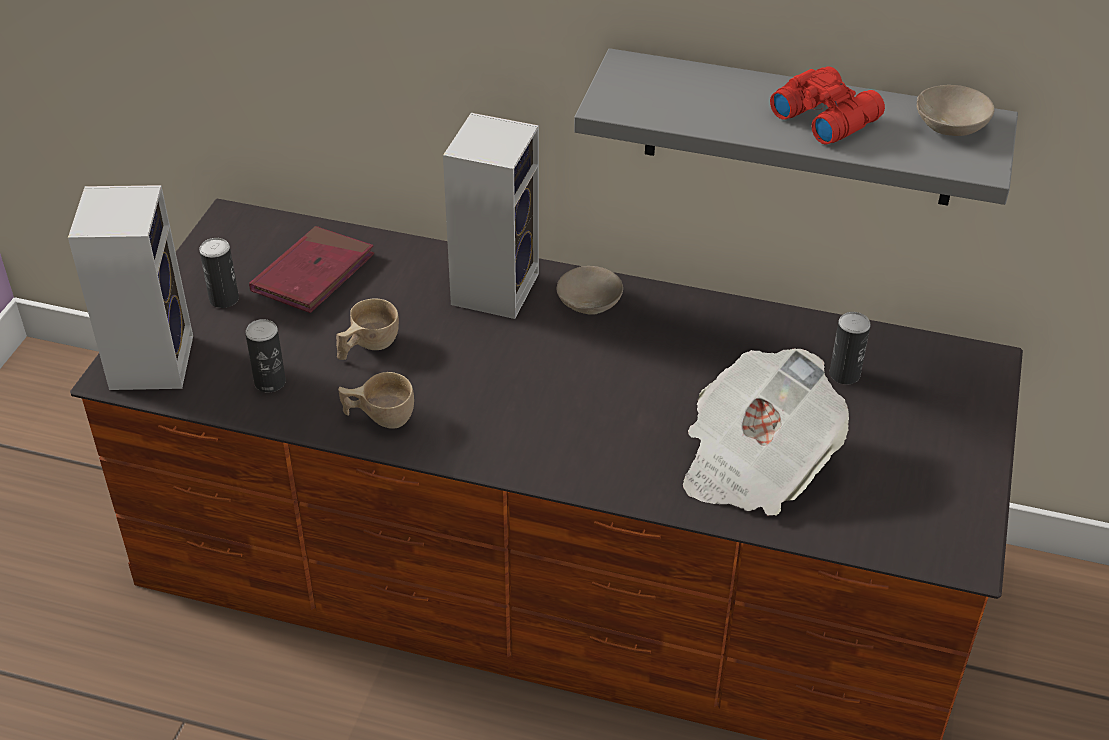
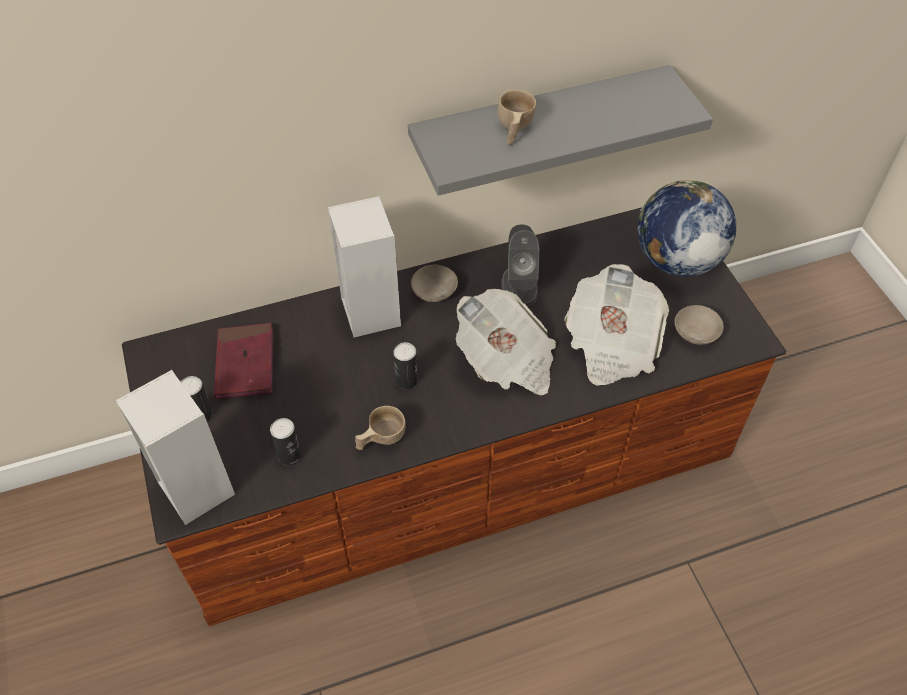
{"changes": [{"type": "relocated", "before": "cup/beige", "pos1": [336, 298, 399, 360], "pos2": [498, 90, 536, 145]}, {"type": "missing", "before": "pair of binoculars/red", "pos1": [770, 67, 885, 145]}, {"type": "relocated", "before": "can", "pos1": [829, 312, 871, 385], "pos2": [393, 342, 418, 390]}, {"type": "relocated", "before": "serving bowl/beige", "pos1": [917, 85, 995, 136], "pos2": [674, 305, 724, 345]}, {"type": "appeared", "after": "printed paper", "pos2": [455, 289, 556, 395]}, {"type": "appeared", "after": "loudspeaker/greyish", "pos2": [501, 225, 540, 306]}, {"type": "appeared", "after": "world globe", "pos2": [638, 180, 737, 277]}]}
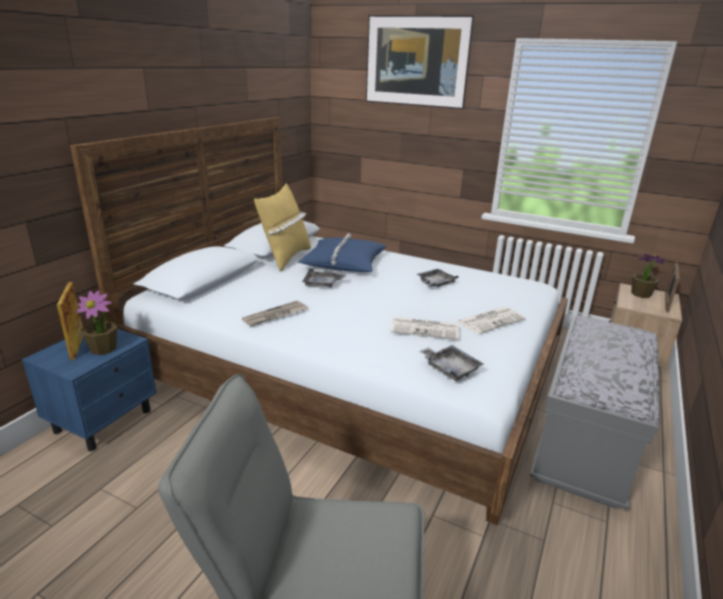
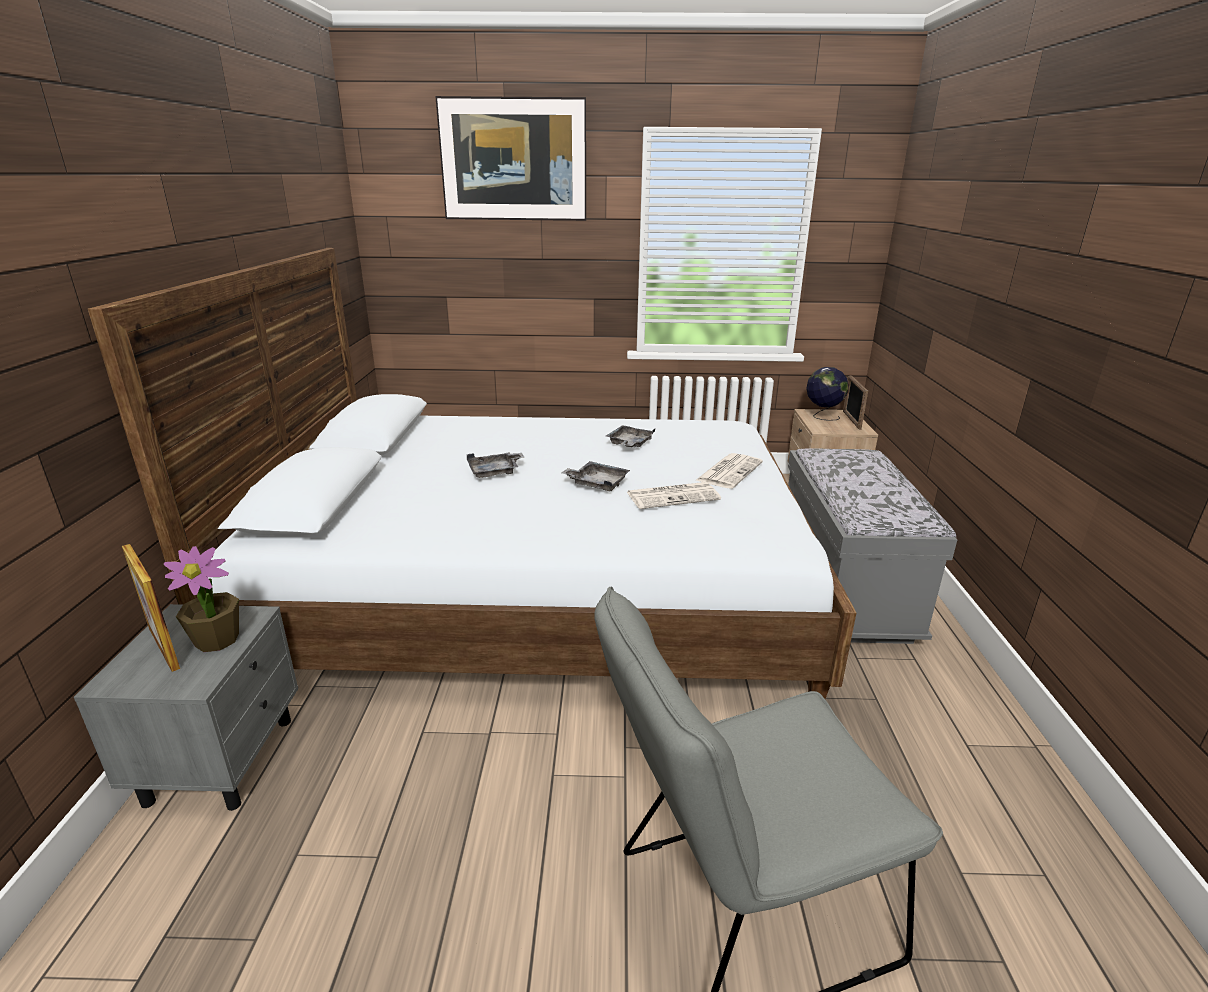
{"changes": [{"type": "colour", "before": "bedside table/blue-coloured", "after": "bedside table/greyish", "pos1": [22, 328, 157, 451], "pos2": [74, 604, 298, 811]}, {"type": "missing", "before": "printed paper", "pos1": [242, 301, 308, 327]}, {"type": "missing", "before": "throw pillow/yellow-coloured", "pos1": [254, 184, 311, 272]}, {"type": "missing", "before": "throw pillow/blue-coloured", "pos1": [298, 233, 386, 272]}, {"type": "relocated", "before": "carrying tray/greyish", "pos1": [419, 345, 483, 381], "pos2": [562, 461, 630, 491]}, {"type": "exchanged", "before": "houseplant", "after": "world globe", "pos1": [631, 254, 666, 298], "pos2": [806, 367, 848, 421]}]}
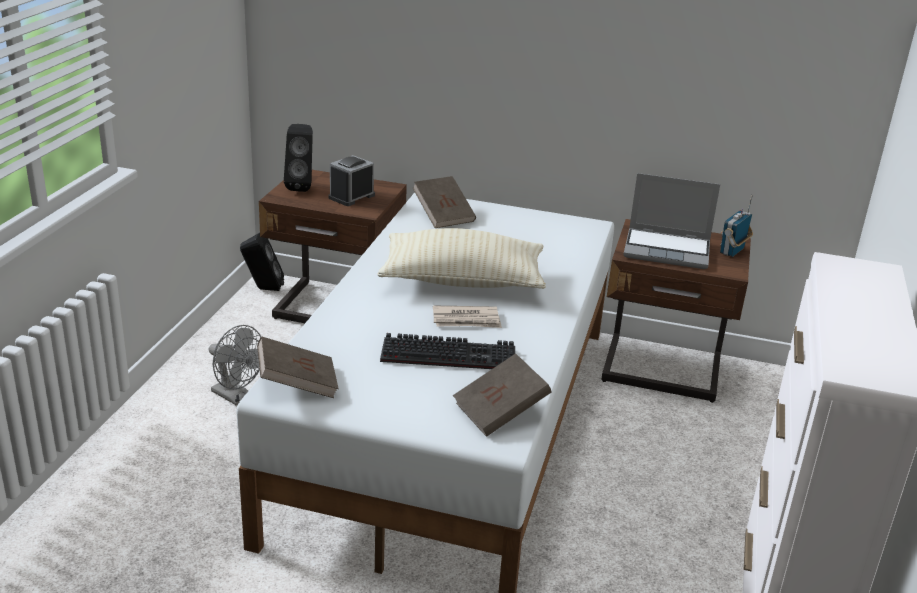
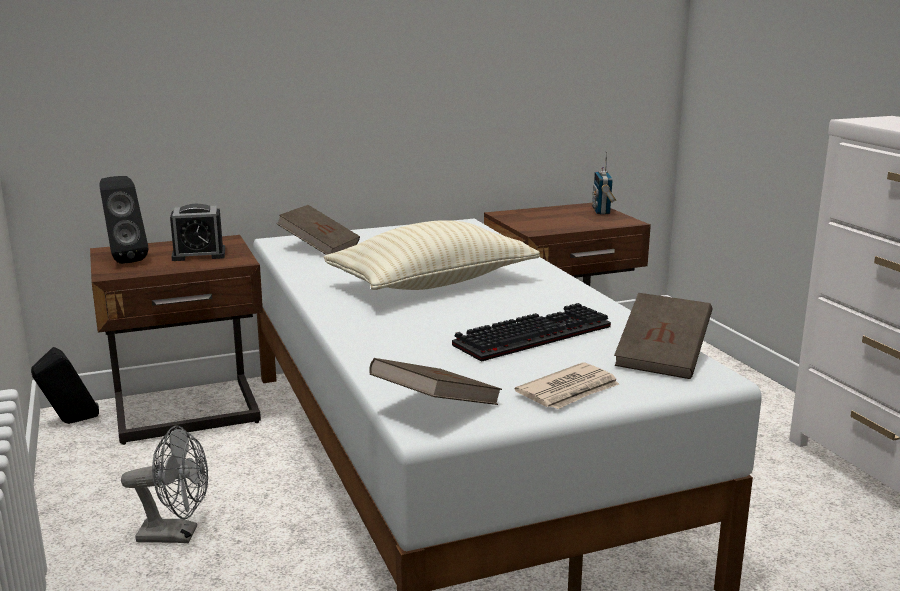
{"changes": [{"type": "spun", "before": "alarm clock", "pos1": [328, 155, 375, 206], "pos2": [170, 204, 225, 261], "turn": -105}, {"type": "relocated", "before": "printed paper", "pos1": [433, 306, 502, 328], "pos2": [515, 363, 619, 409]}, {"type": "missing", "before": "notebook computer", "pos1": [623, 173, 720, 269]}]}
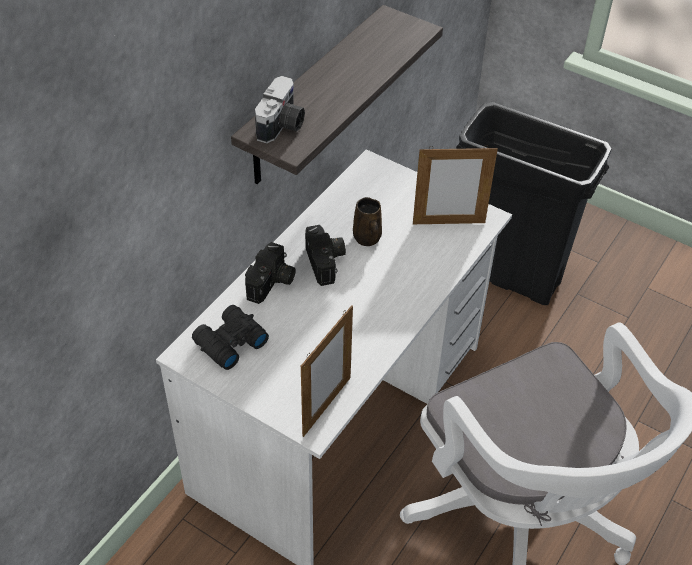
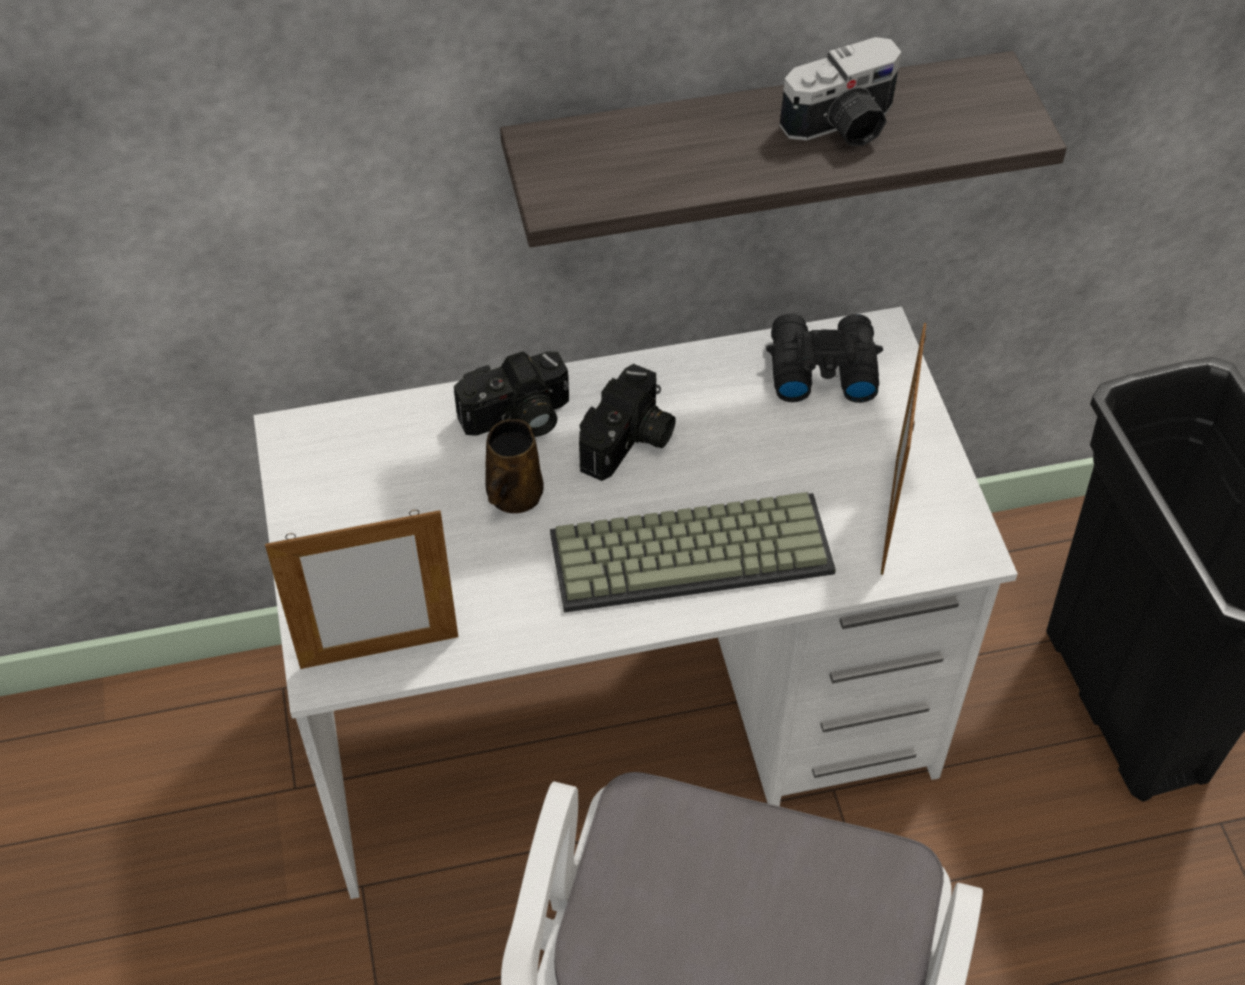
{"changes": [{"type": "relocated", "before": "pair of binoculars/blackish", "pos1": [192, 305, 269, 370], "pos2": [766, 314, 883, 403]}, {"type": "relocated", "before": "photo camera", "pos1": [255, 76, 305, 144], "pos2": [780, 37, 902, 146]}, {"type": "relocated", "before": "coffee mug/brownish", "pos1": [353, 197, 382, 246], "pos2": [485, 419, 544, 513]}, {"type": "spun", "before": "picture frame", "pos1": [413, 145, 498, 224], "pos2": [880, 323, 927, 575], "turn": 60}, {"type": "appeared", "after": "keyboard", "pos2": [550, 492, 836, 613]}]}
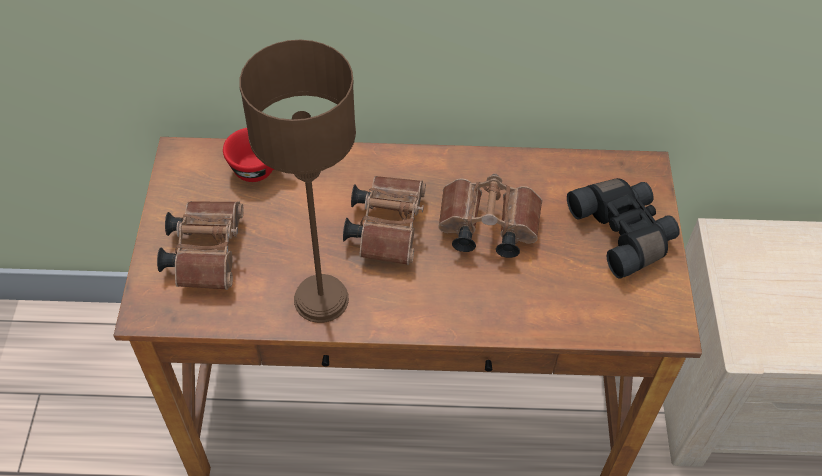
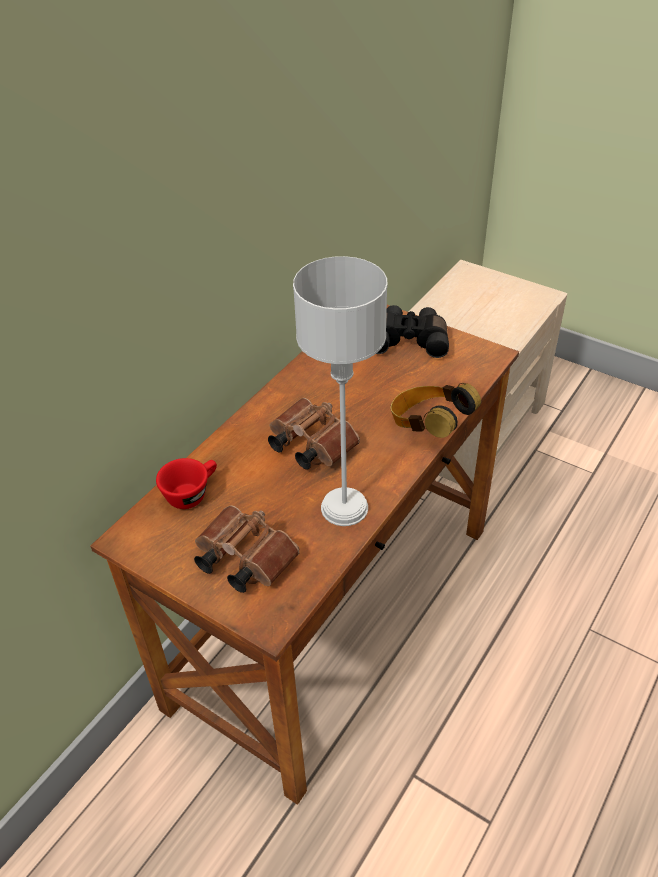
{"changes": [{"type": "colour", "before": "table lamp/brownish", "after": "table lamp/greyish", "pos1": [239, 40, 356, 323], "pos2": [293, 256, 388, 526]}, {"type": "missing", "before": "pair of binoculars/brownish", "pos1": [438, 174, 542, 258]}, {"type": "appeared", "after": "pair of headphones", "pos2": [390, 383, 481, 438]}]}
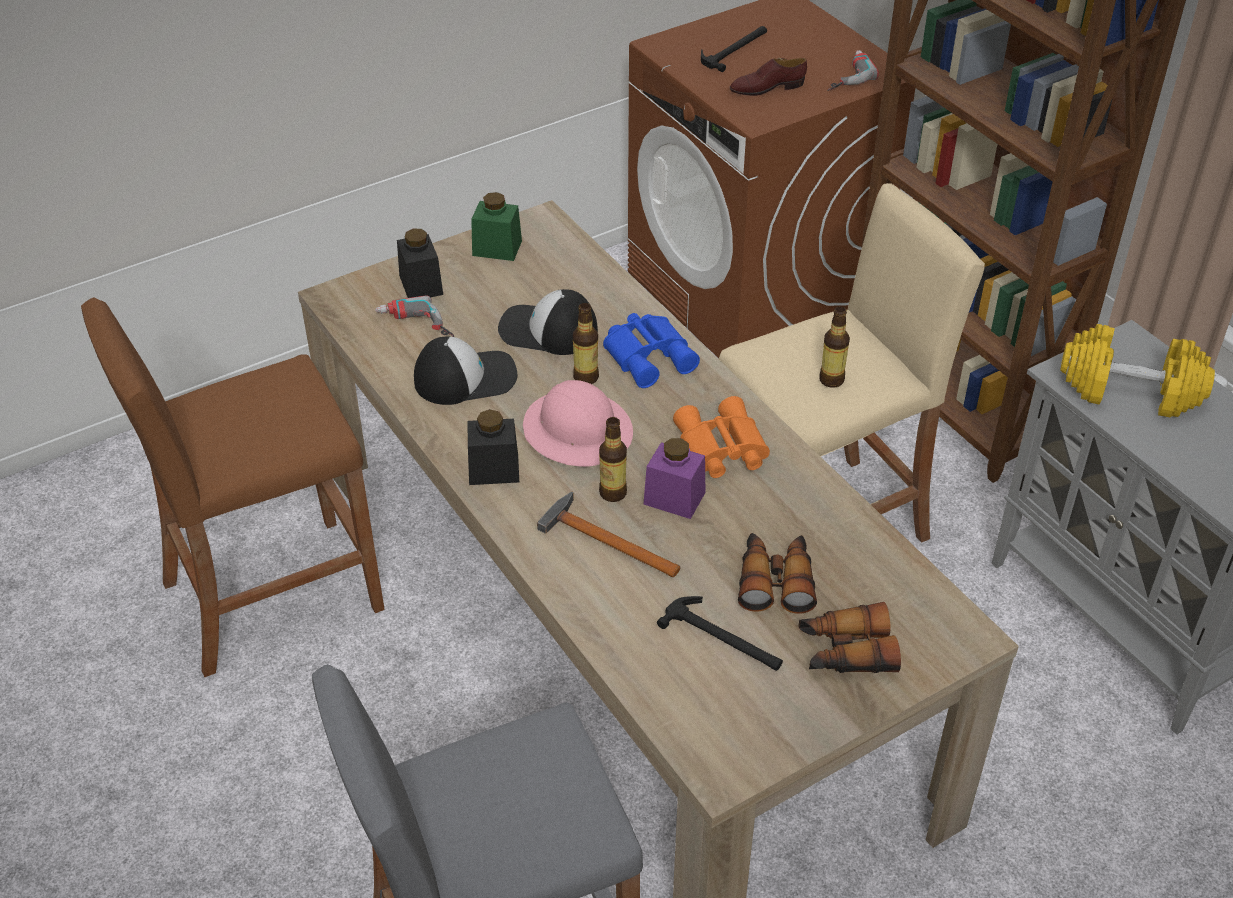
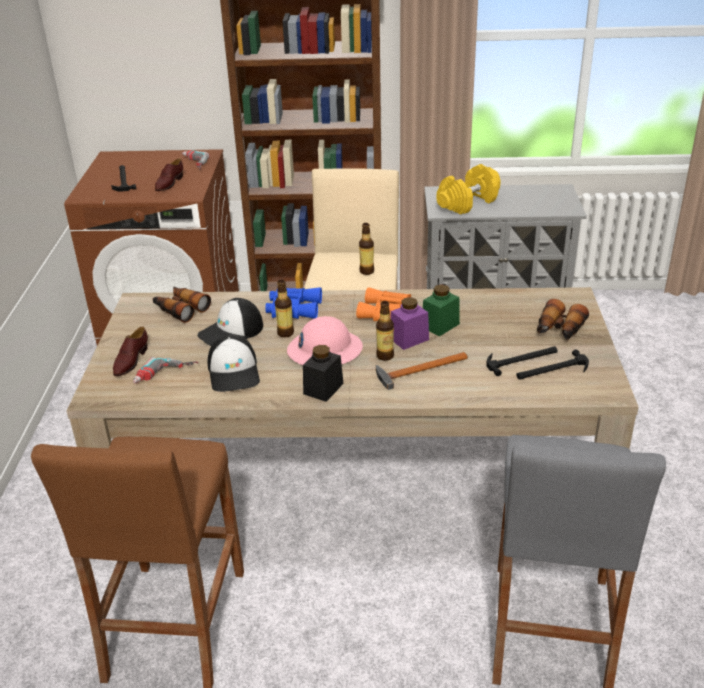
{"changes": [{"type": "exchanged", "before": "preserve jar/blackish", "after": "item of footwear/brownish", "pos1": [397, 228, 443, 298], "pos2": [113, 326, 148, 376]}, {"type": "spun", "before": "peaked cap", "pos1": [414, 336, 517, 405], "pos2": [207, 335, 260, 392], "turn": 150}, {"type": "relocated", "before": "preserve jar/green", "pos1": [471, 192, 522, 261], "pos2": [423, 284, 460, 336]}, {"type": "relocated", "before": "pair of binoculars", "pos1": [738, 533, 817, 614], "pos2": [153, 286, 211, 323]}, {"type": "appeared", "after": "hammer", "pos2": [516, 349, 589, 380]}]}
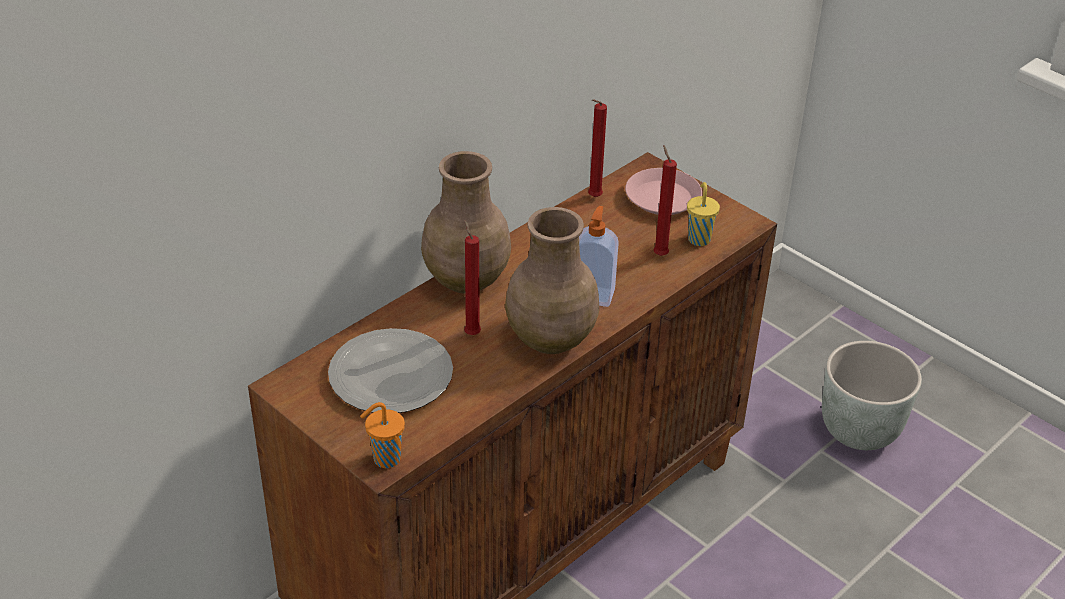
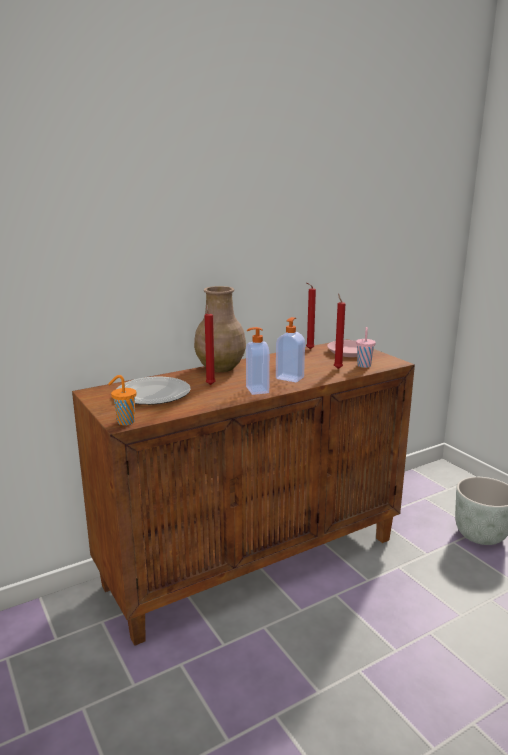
{"changes": [{"type": "exchanged", "before": "flower vase/brownish", "after": "soap bottle", "pos1": [505, 207, 599, 354], "pos2": [246, 327, 270, 395]}, {"type": "colour", "before": "cup/yellow-coloured", "after": "cup/pink-coloured", "pos1": [687, 182, 720, 246], "pos2": [356, 327, 376, 368]}]}
